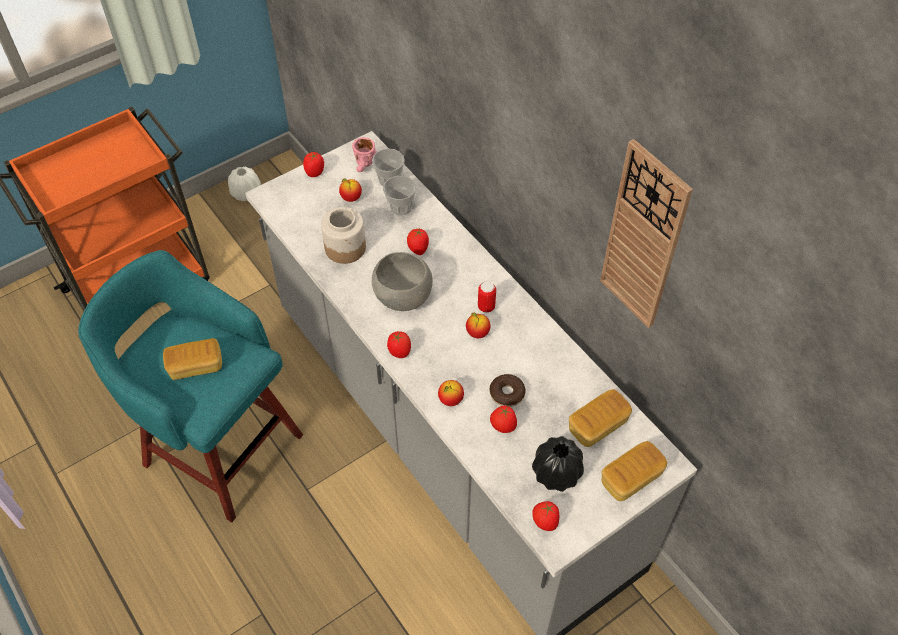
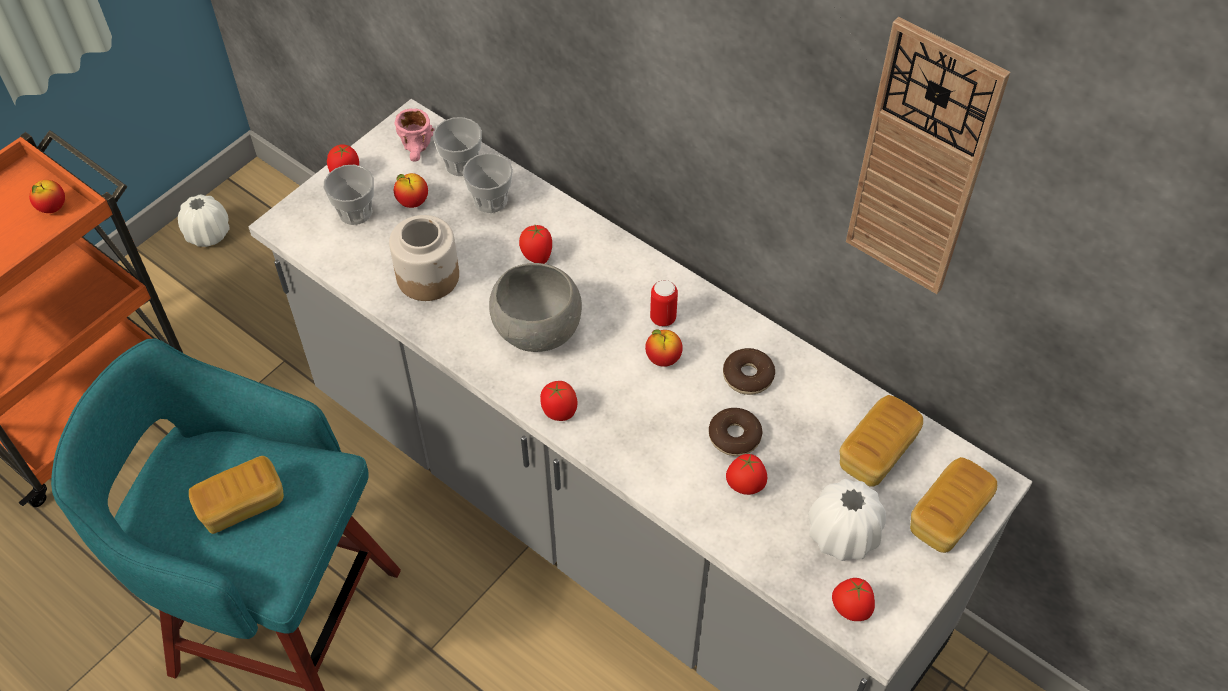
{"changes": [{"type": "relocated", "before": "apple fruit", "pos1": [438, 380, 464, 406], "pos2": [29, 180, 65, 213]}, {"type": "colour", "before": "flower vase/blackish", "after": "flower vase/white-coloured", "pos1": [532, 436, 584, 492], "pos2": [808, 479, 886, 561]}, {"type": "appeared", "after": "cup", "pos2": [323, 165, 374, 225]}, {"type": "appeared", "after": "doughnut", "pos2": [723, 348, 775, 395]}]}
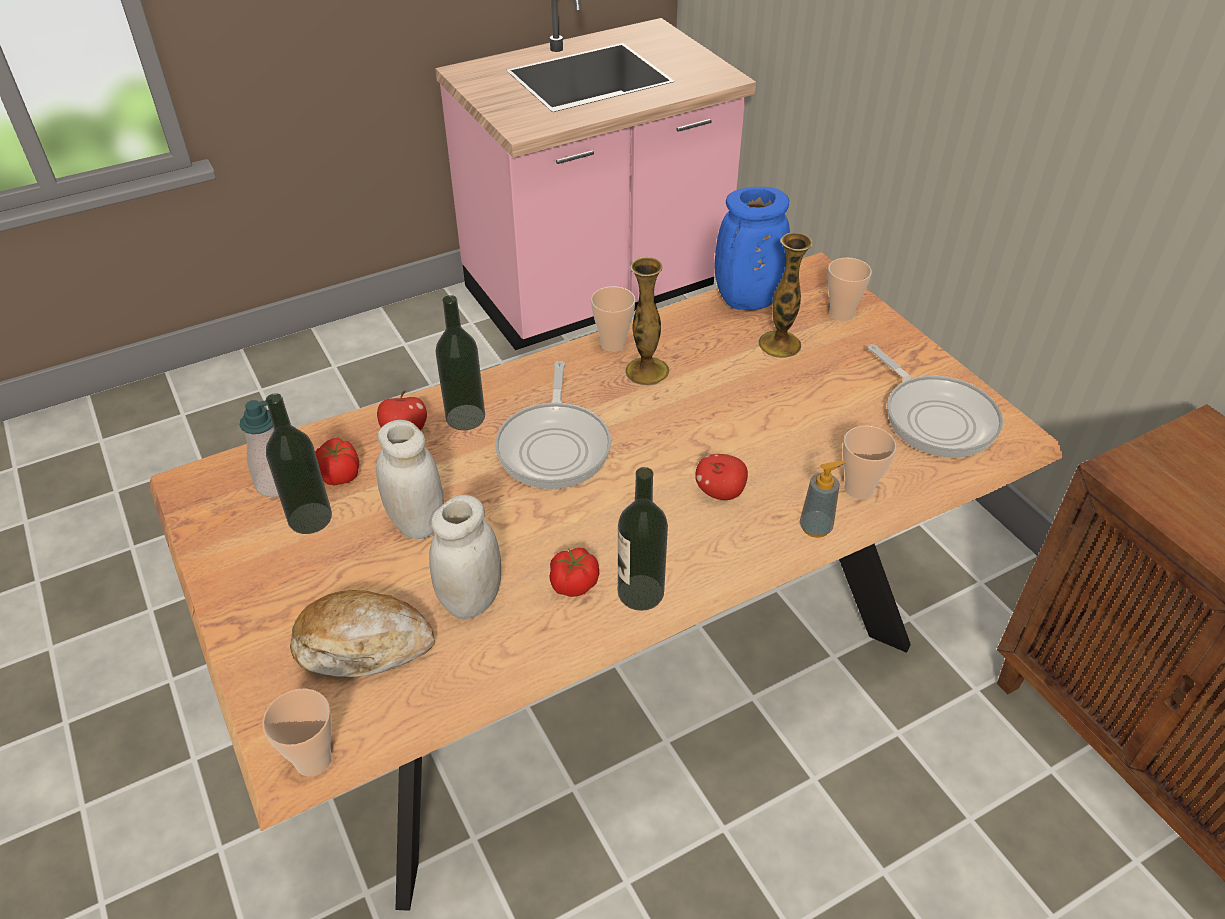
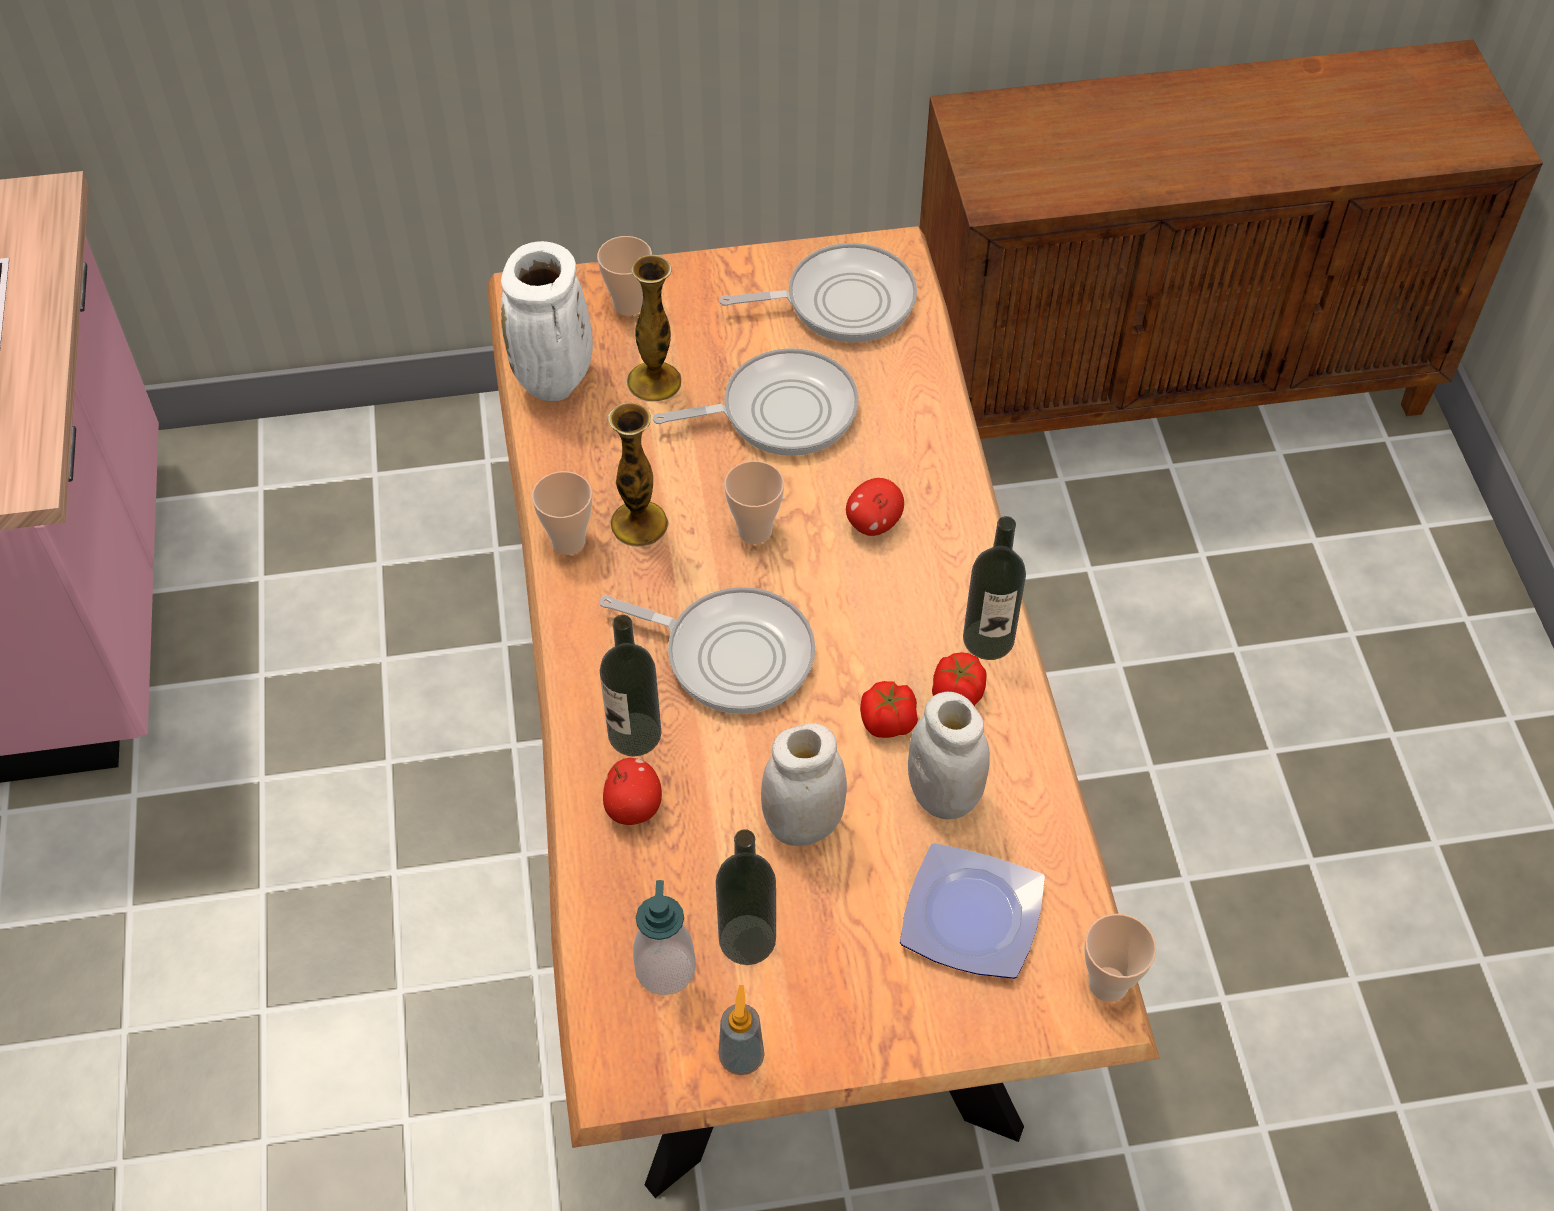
{"changes": [{"type": "exchanged", "before": "baked bread", "after": "dinner plate", "pos1": [290, 590, 435, 677], "pos2": [900, 843, 1045, 979]}, {"type": "relocated", "before": "whole tomato", "pos1": [315, 438, 359, 486], "pos2": [860, 681, 918, 738]}, {"type": "colour", "before": "flower vase/blue-coloured", "after": "flower vase/white-coloured", "pos1": [714, 187, 790, 311], "pos2": [501, 241, 593, 401]}, {"type": "relocated", "before": "soap bottle", "pos1": [800, 461, 846, 538], "pos2": [719, 985, 765, 1075]}, {"type": "relocated", "before": "cup", "pos1": [843, 426, 896, 499], "pos2": [724, 461, 784, 544]}, {"type": "appeared", "after": "skillet", "pos2": [653, 348, 859, 456]}]}
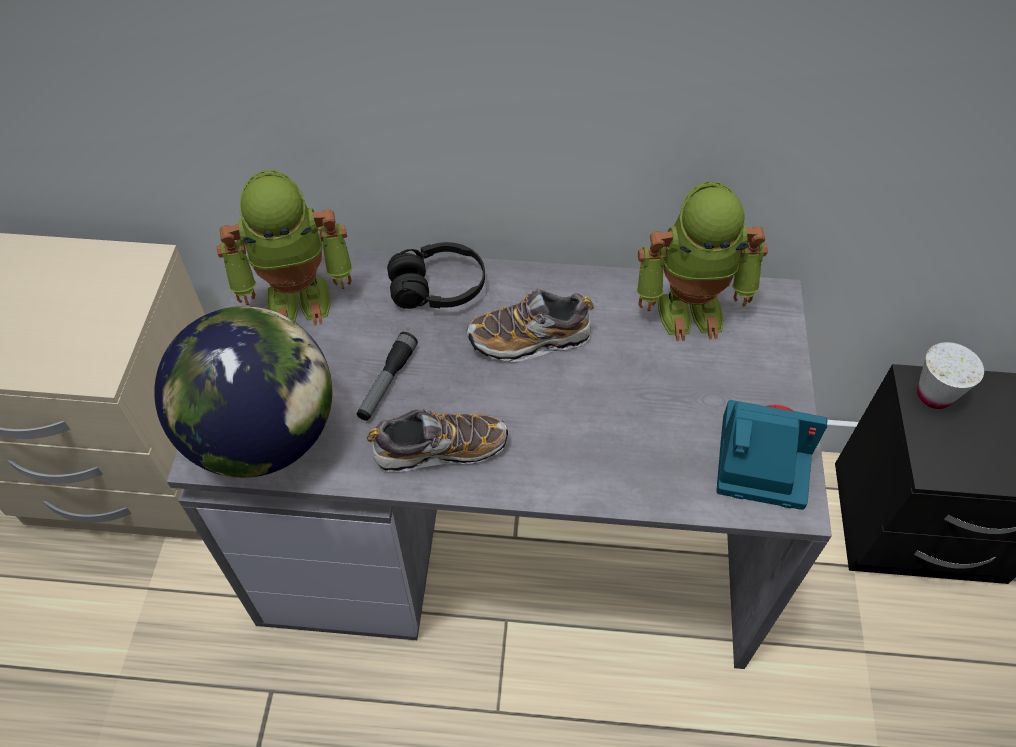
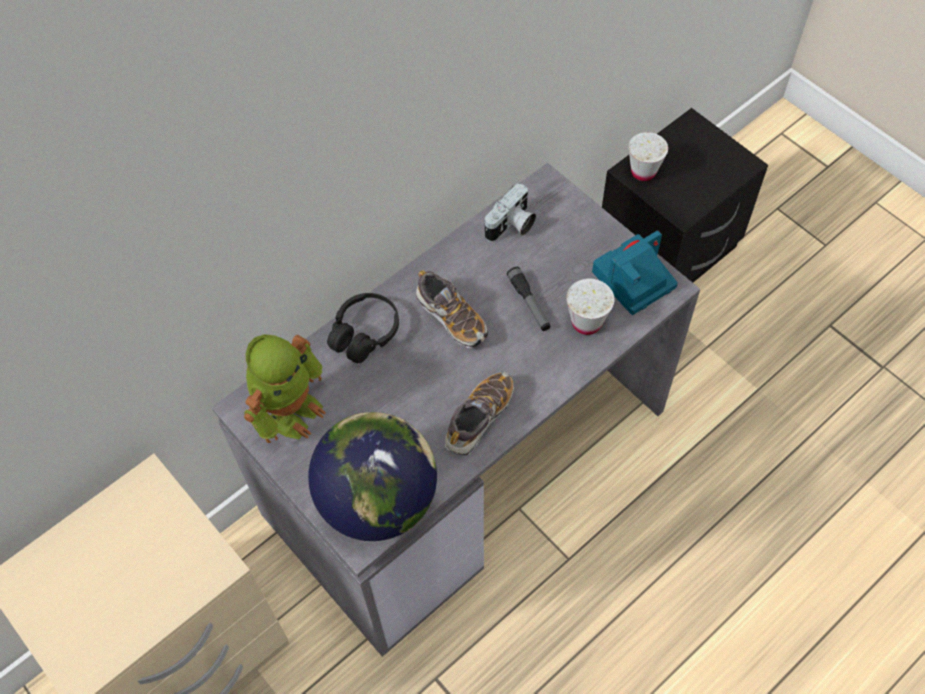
{"changes": [{"type": "relocated", "before": "torch", "pos1": [357, 332, 418, 421], "pos2": [507, 267, 551, 331]}, {"type": "spun", "before": "item of footwear", "pos1": [466, 289, 594, 362], "pos2": [416, 270, 488, 348], "turn": -75}, {"type": "exchanged", "before": "toy robot", "after": "photo camera", "pos1": [637, 181, 768, 341], "pos2": [485, 183, 536, 242]}, {"type": "appeared", "after": "cup/white-coloured", "pos2": [566, 279, 615, 335]}]}
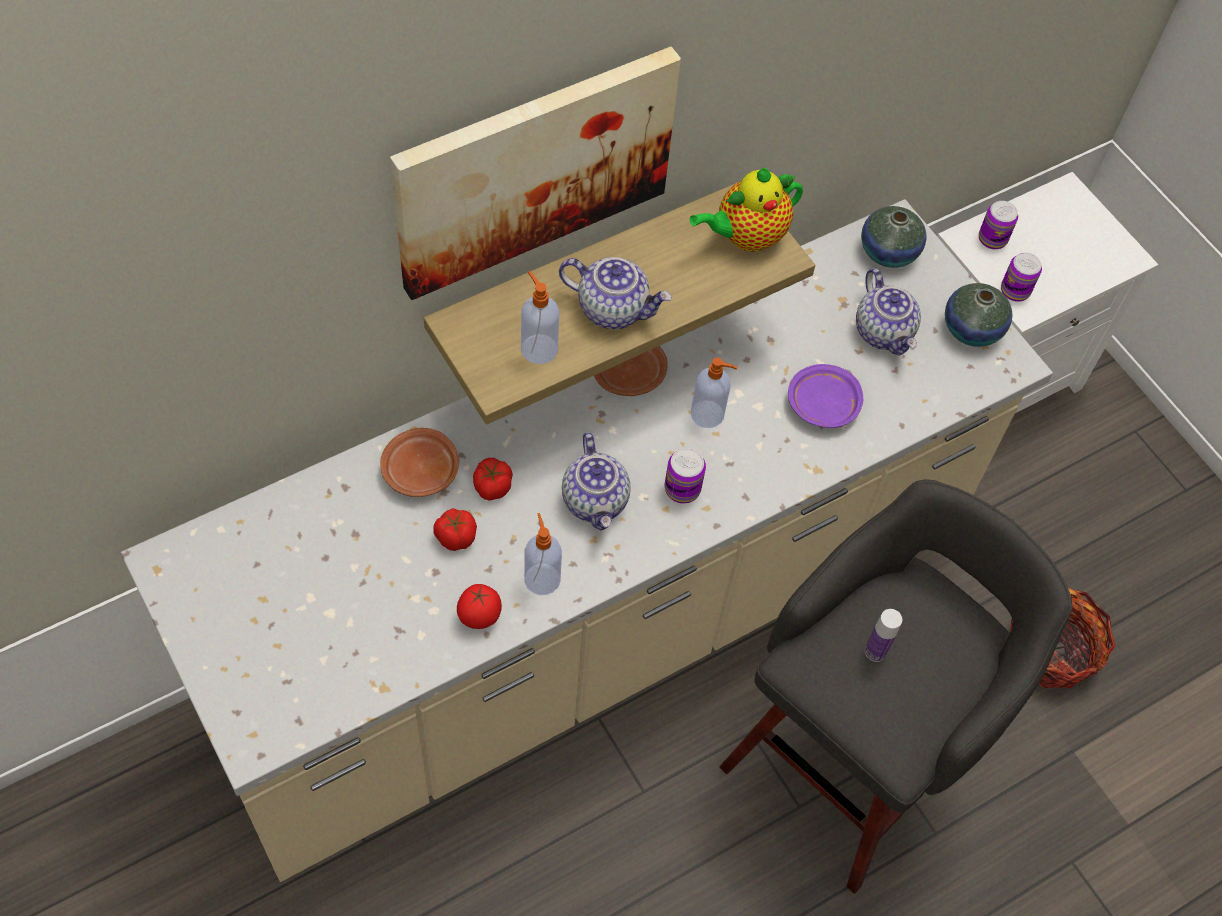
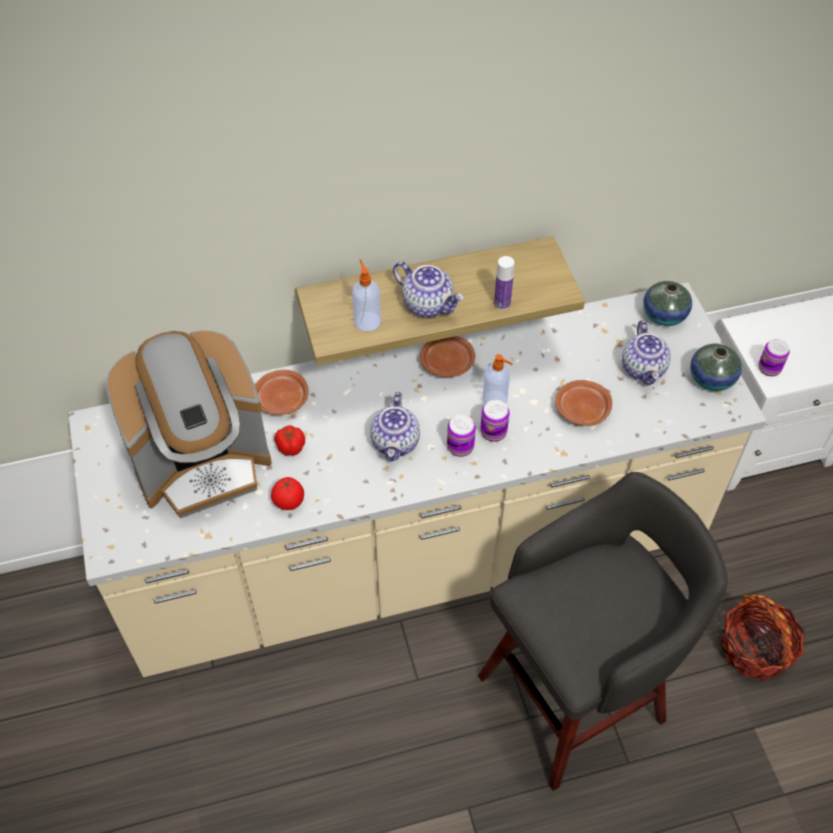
{"changes": [{"type": "missing", "before": "wall art", "pos1": [390, 46, 681, 300]}, {"type": "missing", "before": "whole tomato", "pos1": [473, 458, 513, 501]}, {"type": "missing", "before": "soap bottle", "pos1": [524, 513, 562, 595]}, {"type": "missing", "before": "tea pot", "pos1": [690, 167, 803, 252]}, {"type": "colour", "before": "dinner plate/purple", "after": "dinner plate/brownish", "pos1": [788, 364, 863, 428], "pos2": [555, 380, 612, 426]}, {"type": "relocated", "before": "beverage bottle", "pos1": [865, 609, 902, 662], "pos2": [494, 256, 514, 310]}, {"type": "relocated", "before": "can", "pos1": [979, 201, 1018, 249], "pos2": [480, 400, 509, 442]}, {"type": "appeared", "after": "coffee brewer", "pos2": [106, 330, 272, 518]}]}
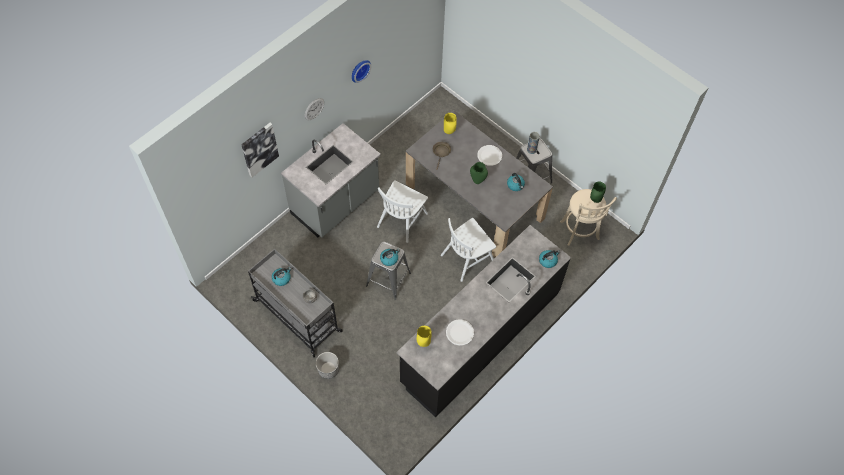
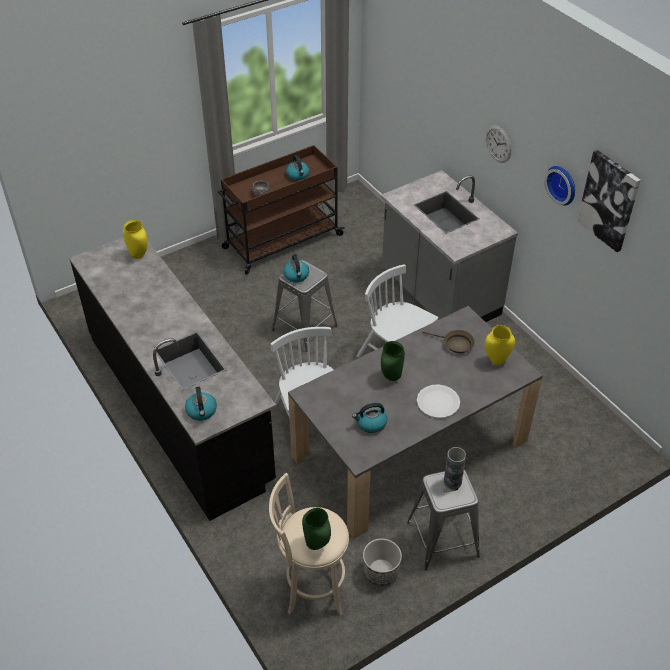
{"changes": [{"type": "relocated", "before": "wall art", "pos1": [241, 123, 279, 178], "pos2": [577, 150, 641, 252]}, {"type": "colour", "before": "cart/greyish", "after": "cart/brownish", "pos1": [248, 249, 343, 357], "pos2": [218, 145, 345, 274]}, {"type": "relocated", "before": "flower pot", "pos1": [316, 352, 339, 379], "pos2": [363, 538, 402, 586]}, {"type": "missing", "before": "dinner plate/white-coloured", "pos1": [446, 319, 474, 346]}]}
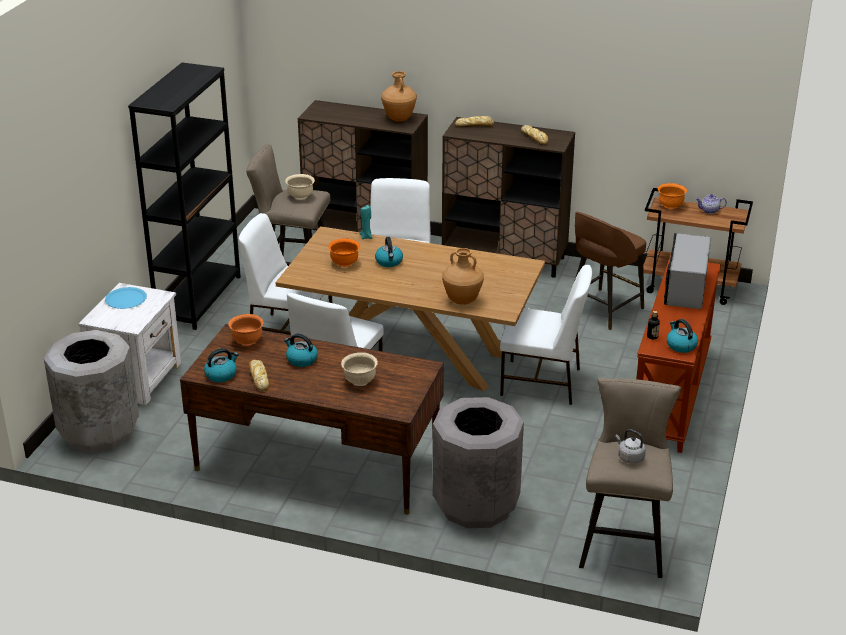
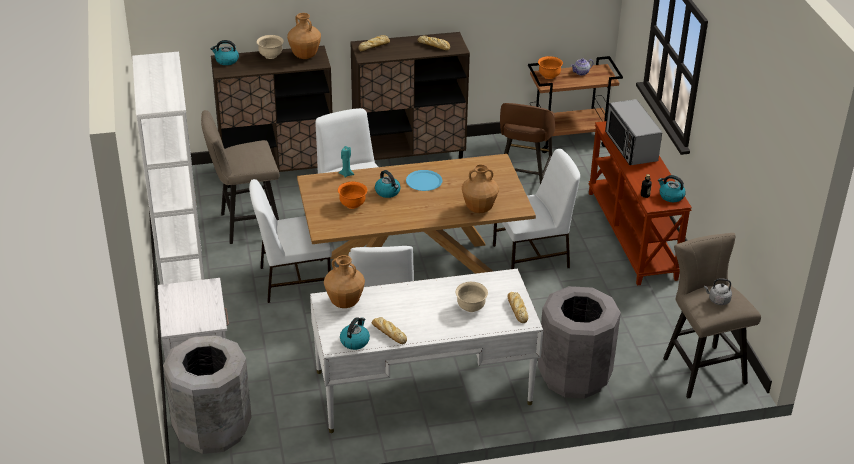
{"changes": [{"type": "relocated", "before": "dinner plate/blue-coloured", "pos1": [105, 287, 147, 309], "pos2": [406, 170, 442, 191]}, {"type": "colour", "before": "shelving unit/blackish", "after": "shelving unit/white-coloured", "pos1": [128, 62, 241, 330], "pos2": [132, 52, 205, 285]}, {"type": "colour", "before": "desk table/brownish", "after": "desk table/white-coloured", "pos1": [180, 324, 444, 515], "pos2": [310, 268, 543, 433]}, {"type": "exchanged", "before": "serving bowl/orange", "after": "flower vase/brownish", "pos1": [228, 314, 263, 346], "pos2": [324, 255, 365, 308]}, {"type": "relocated", "before": "kettle", "pos1": [284, 333, 318, 367], "pos2": [211, 40, 239, 65]}, {"type": "relocated", "before": "serving bowl/beige", "pos1": [285, 174, 315, 200], "pos2": [256, 35, 284, 59]}, {"type": "appeared", "after": "baked bread", "pos2": [507, 292, 528, 323]}]}
